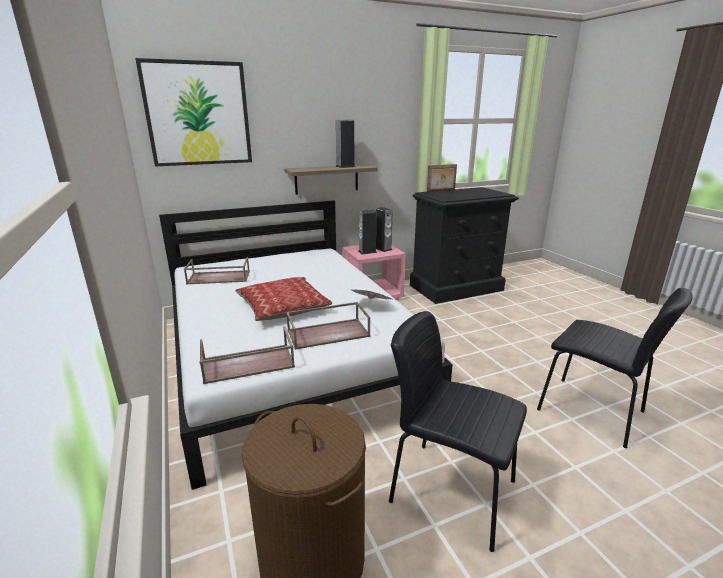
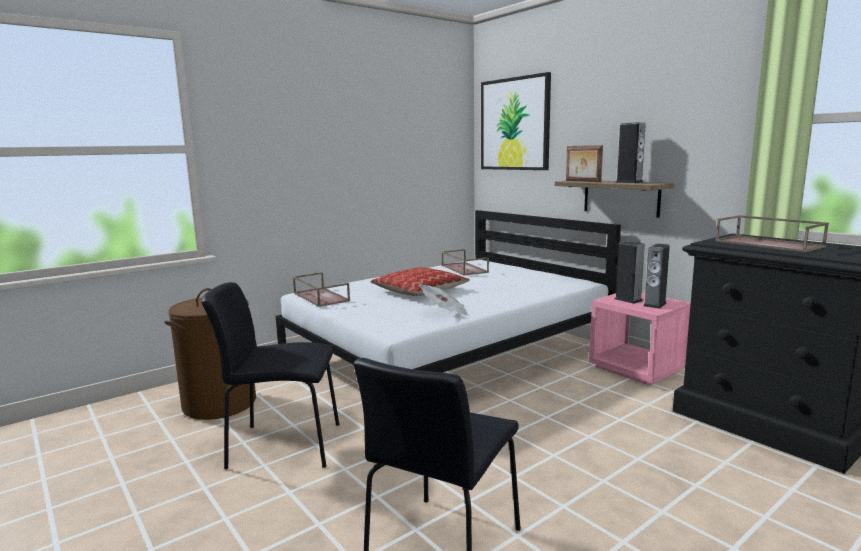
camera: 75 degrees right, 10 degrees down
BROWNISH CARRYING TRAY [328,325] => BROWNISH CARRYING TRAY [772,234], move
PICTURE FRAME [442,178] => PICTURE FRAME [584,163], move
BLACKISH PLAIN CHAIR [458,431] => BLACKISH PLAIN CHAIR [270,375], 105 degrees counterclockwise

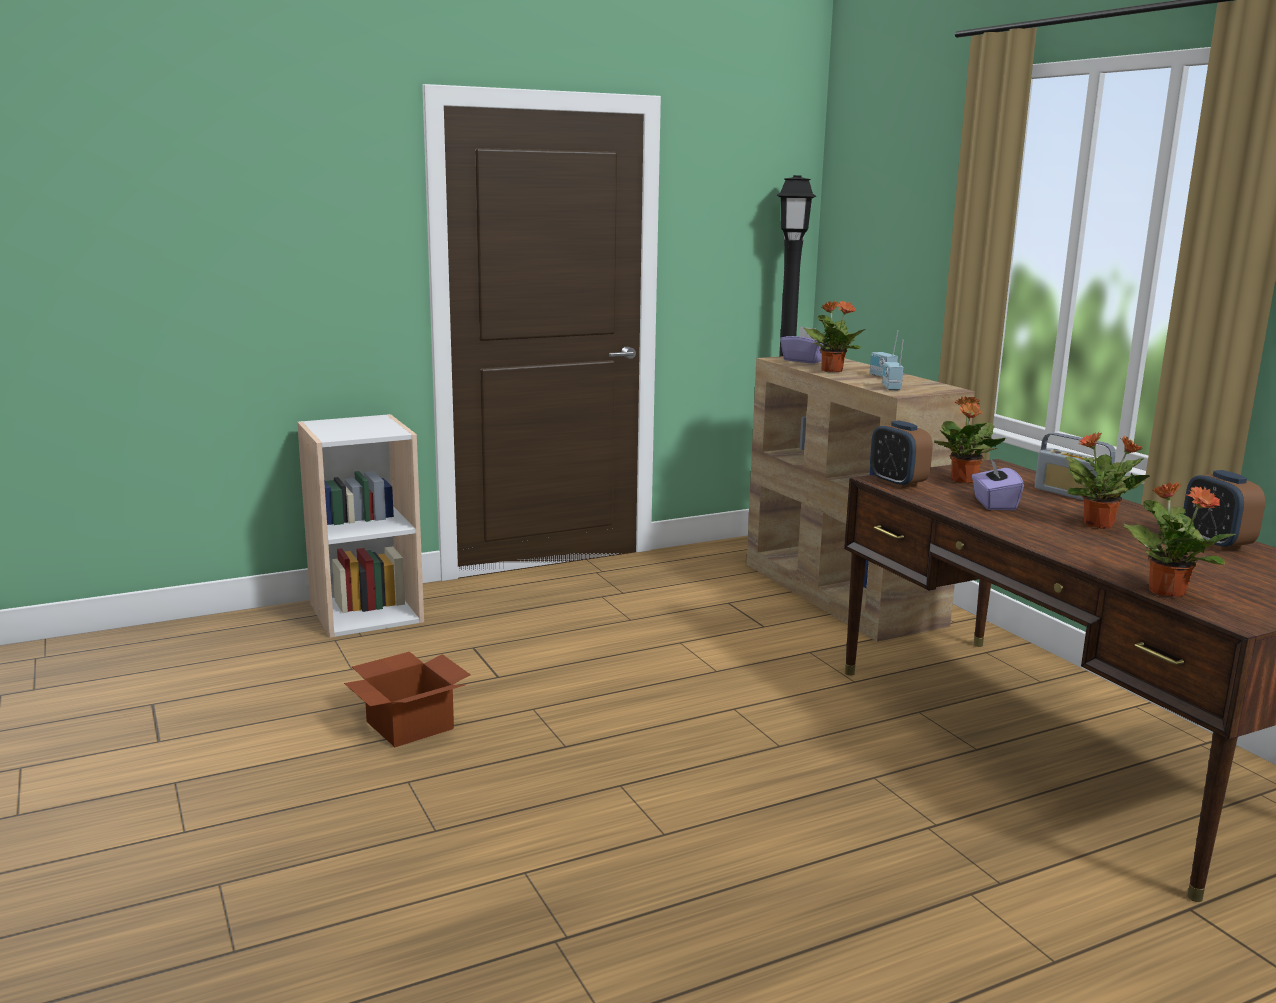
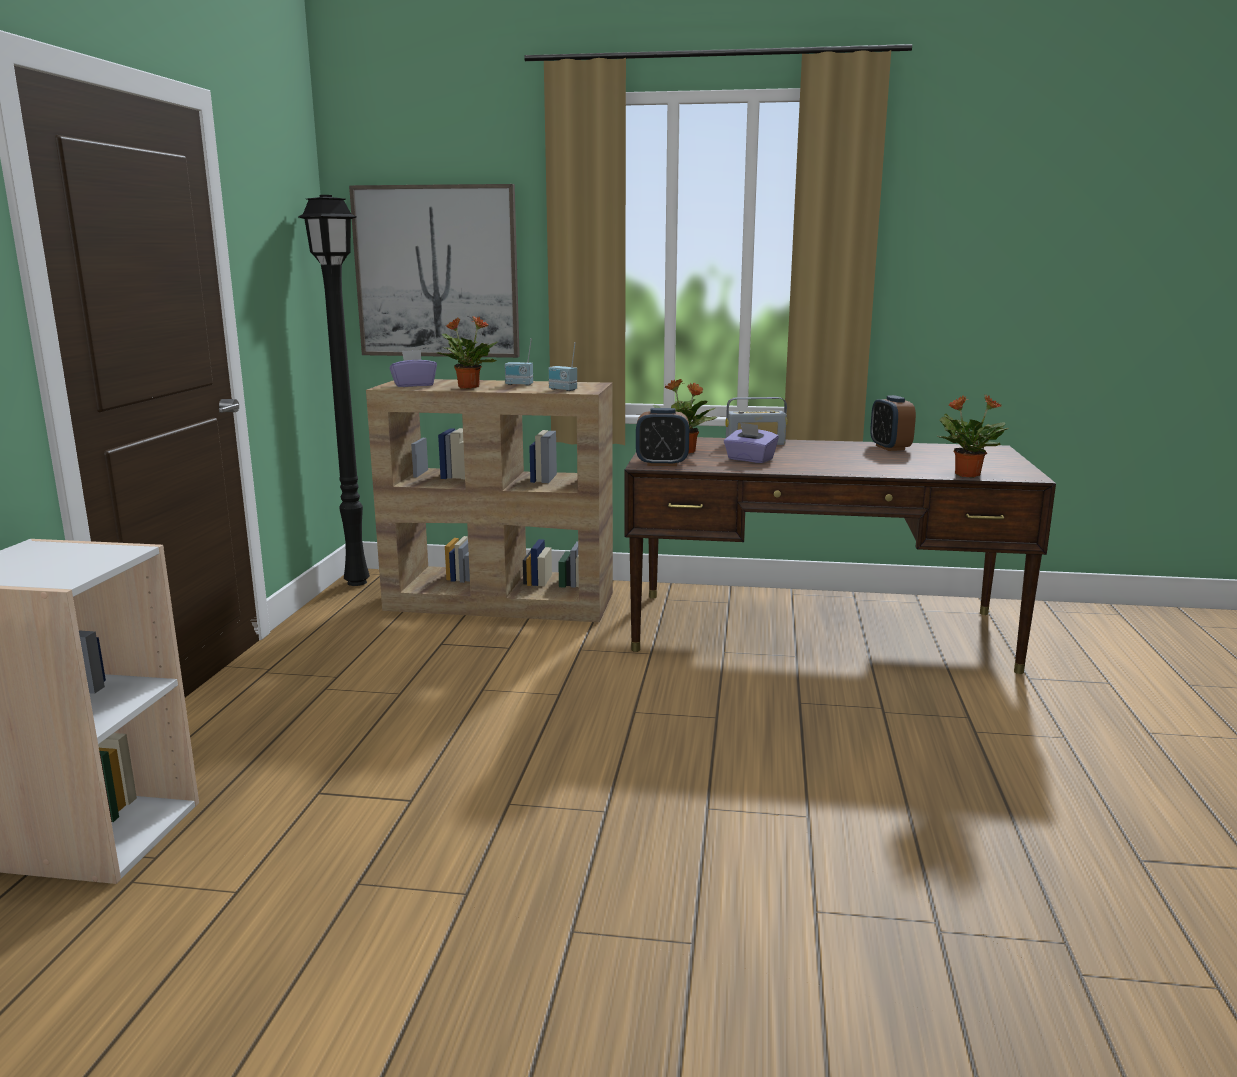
camera: 55 degrees left, 0 degrees up
PACKING BOX [407,699] => nothing
POTTED PLANT [1107,480] => nothing
nothing => WALL ART [434,271]
TABLE CLOCK [1224,510] => TABLE CLOCK [893,423], 60 degrees clockwise

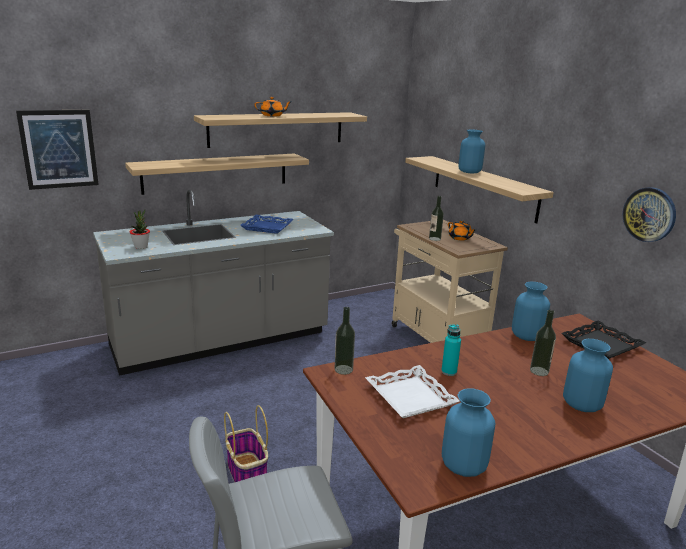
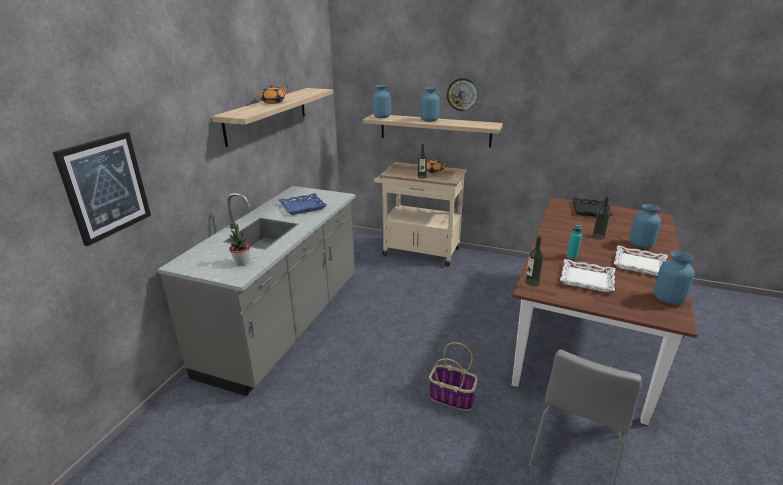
camera: 40 degrees left, 5 degrees up
BRACKET SHELF [217,174] => nothing
nothing => WHITISH CARRYING TRAY [640,260]
BLUISH VASE [531,311] => BLUISH VASE [382,101], move
HANGING CLOCK [649,214] => HANGING CLOCK [463,94], move

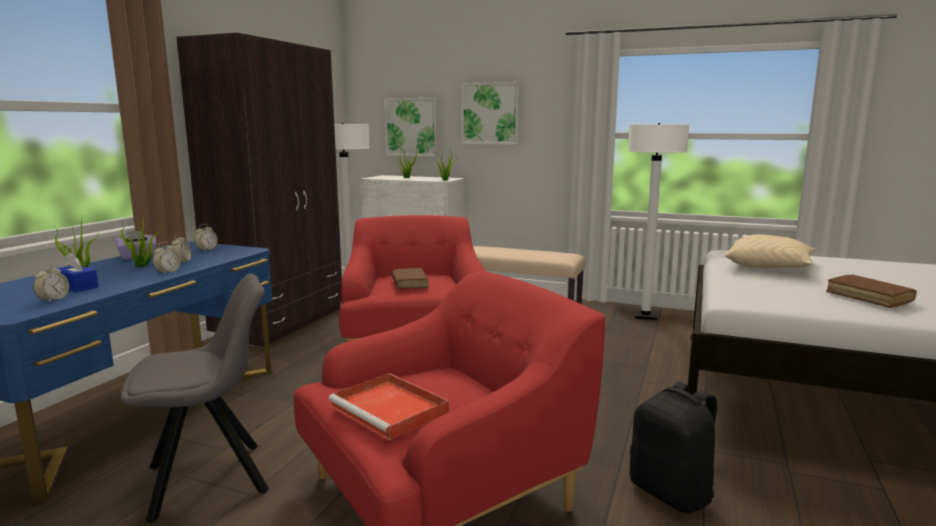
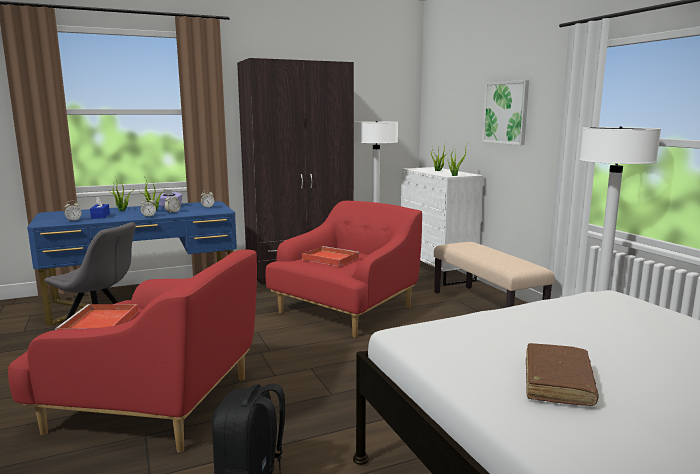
camera: 45 degrees right, 0 degrees up
WALL ART [411,127] => nothing
BEIGE THROW PILLOW [770,251] => nothing
BROWNISH BOOK [410,278] => RED-COLOURED CARRYING TRAY [331,256]

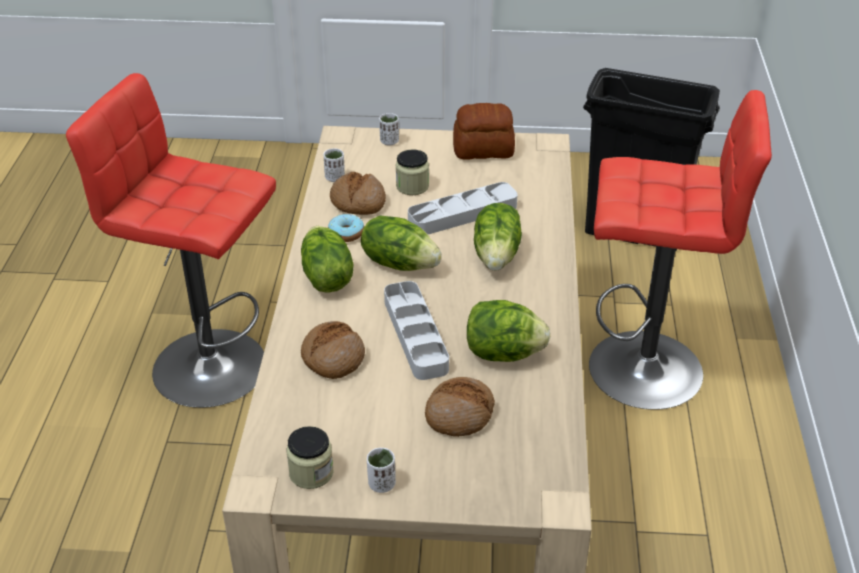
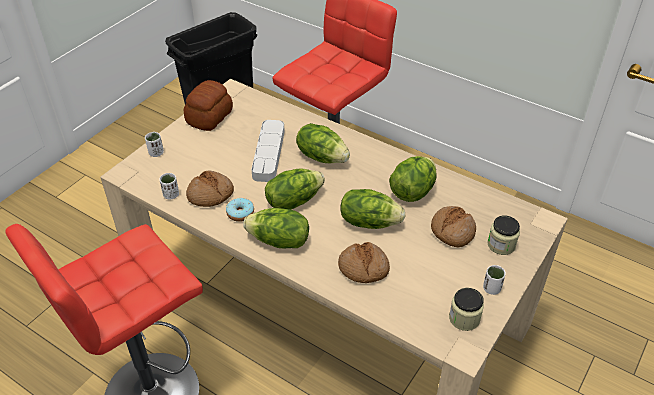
camera: 60 degrees left, 5 degrees up
JAR [412,172] => JAR [503,235], move
GREYISH CARRYING TRAY [416,330] => LETTUCE [372,209]

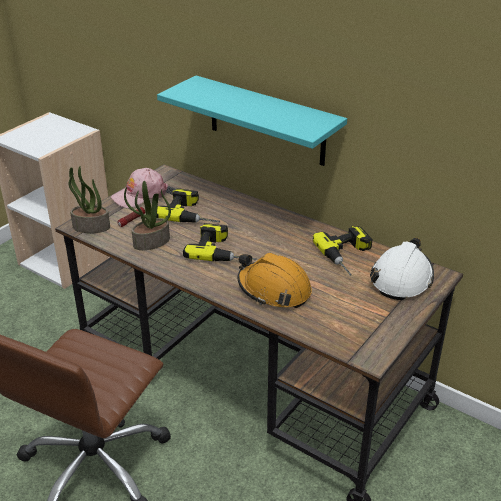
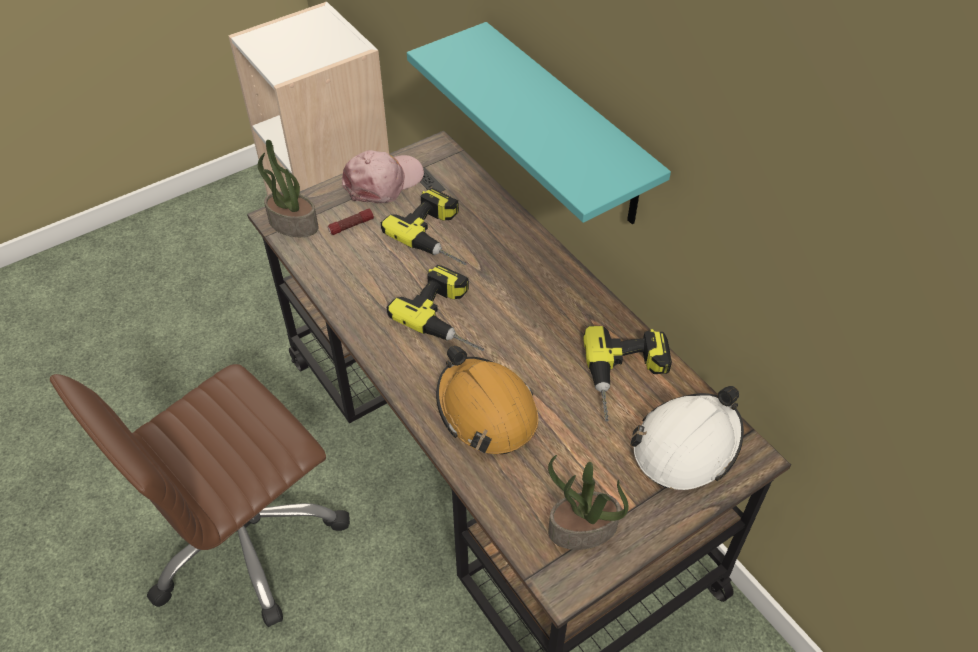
camera: 20 degrees right, 15 degrees up
POTTED PLANT [147,215] => POTTED PLANT [588,502], move
PINKISH BASEBALL CAP [139,188] => PINKISH BASEBALL CAP [383,176], 150 degrees clockwise

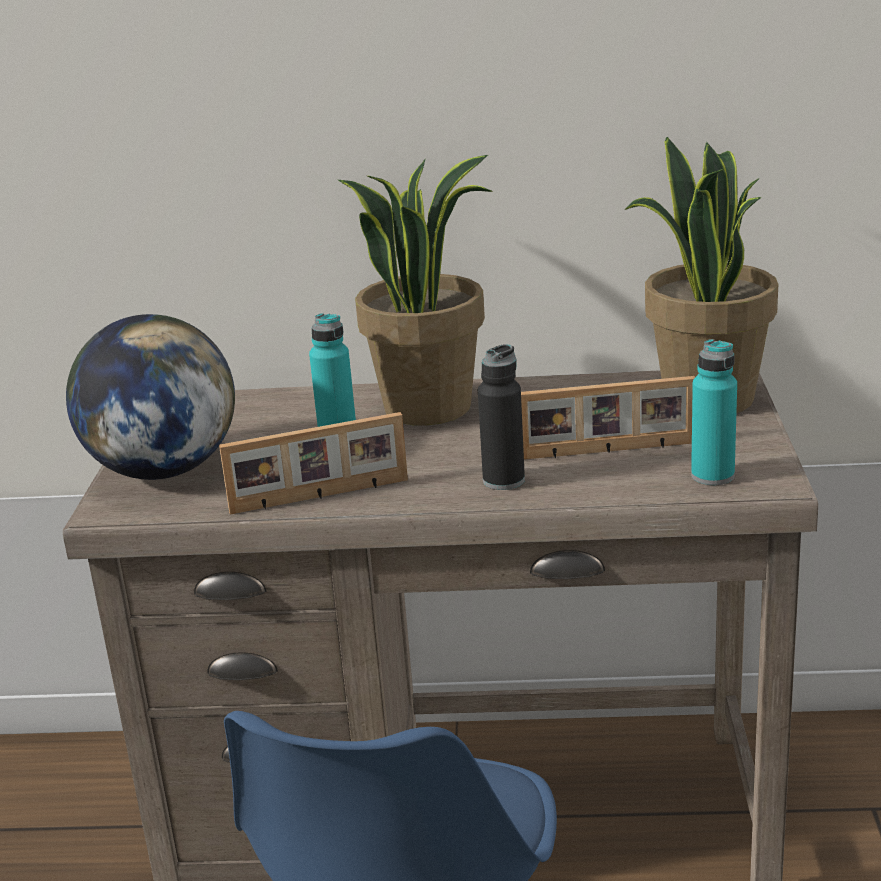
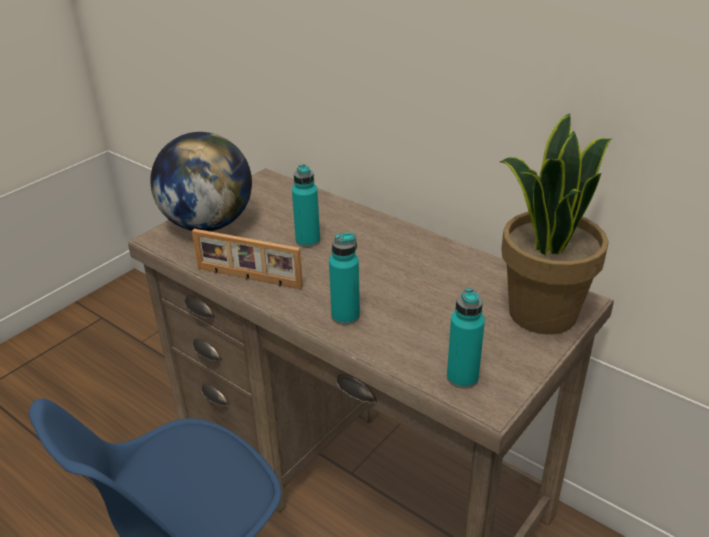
camera: 35 degrees right, 10 degrees up
POTTED PLANT [415,290] => nothing
PICTURE FRAME [608,418] => nothing
BLACKISH BOTTLE [501,417] => BLUE-GREEN BOTTLE [344,279]

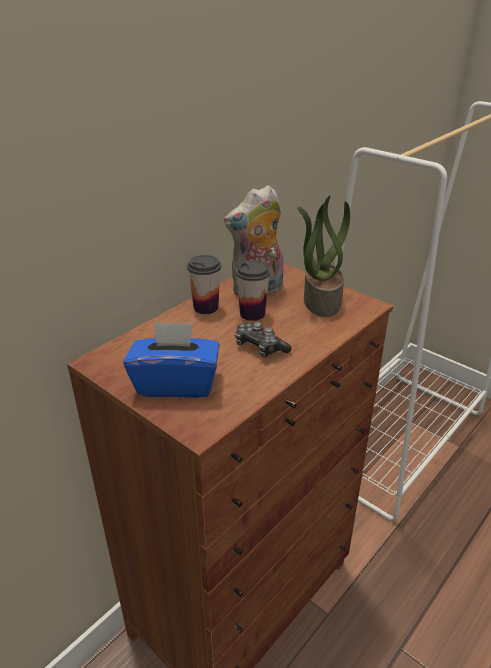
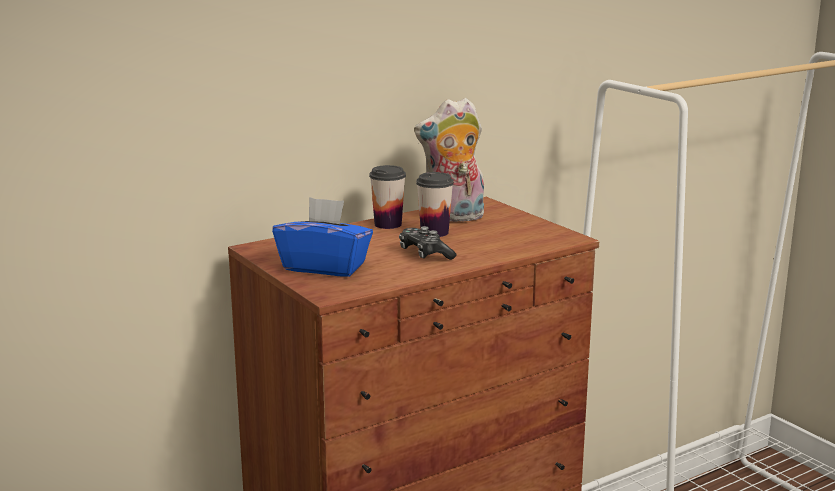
camera: 15 degrees right, 15 degrees down
POTTED PLANT [323,256] => nothing

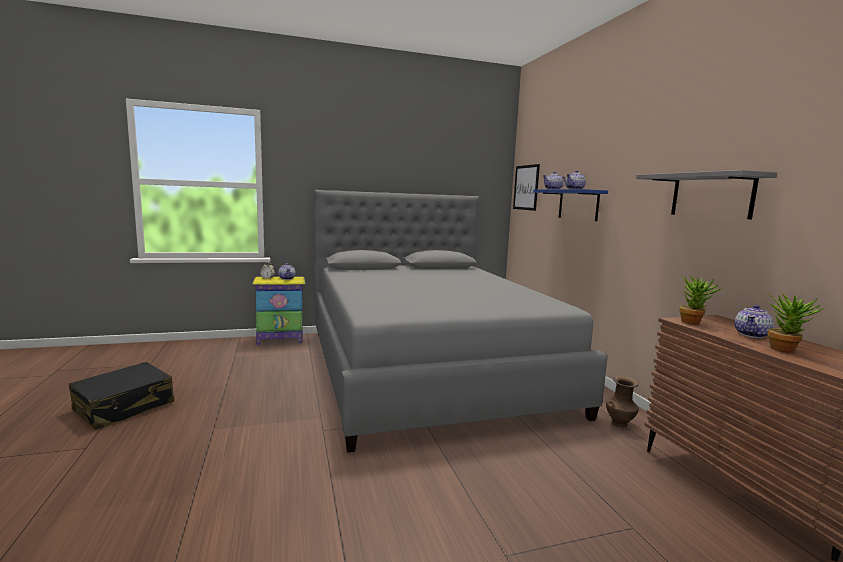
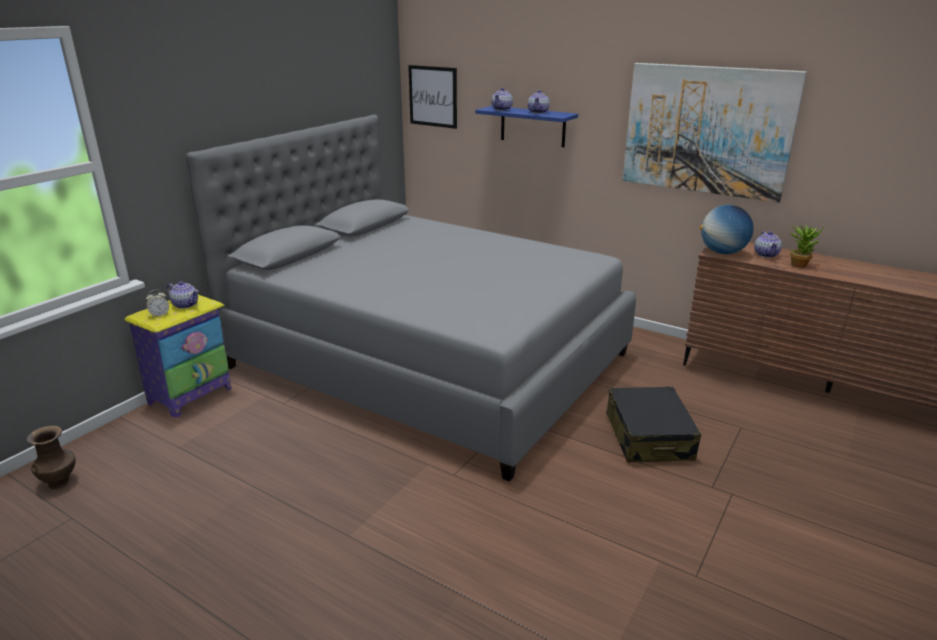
camera: 40 degrees left, 15 degrees up
BLACKISH PIECE OF LUGGAGE [121,396] => BLACKISH PIECE OF LUGGAGE [653,425], move
BROWNISH VASE [622,401] => BROWNISH VASE [51,457], move
GREYISH BRACKET SHELF [706,194] => WALL ART [715,133]
POTTED PLANT [700,300] => DESK GLOBE [727,229]

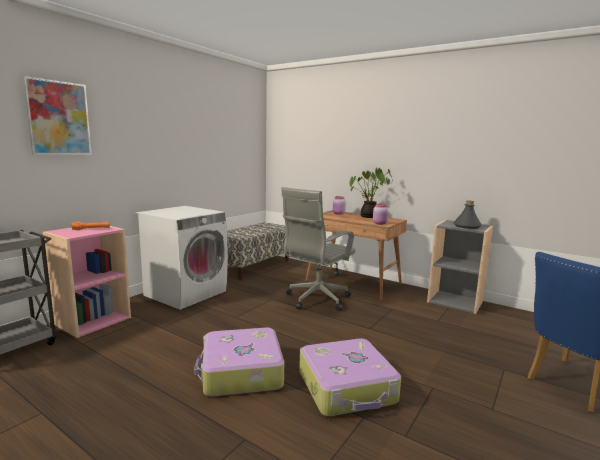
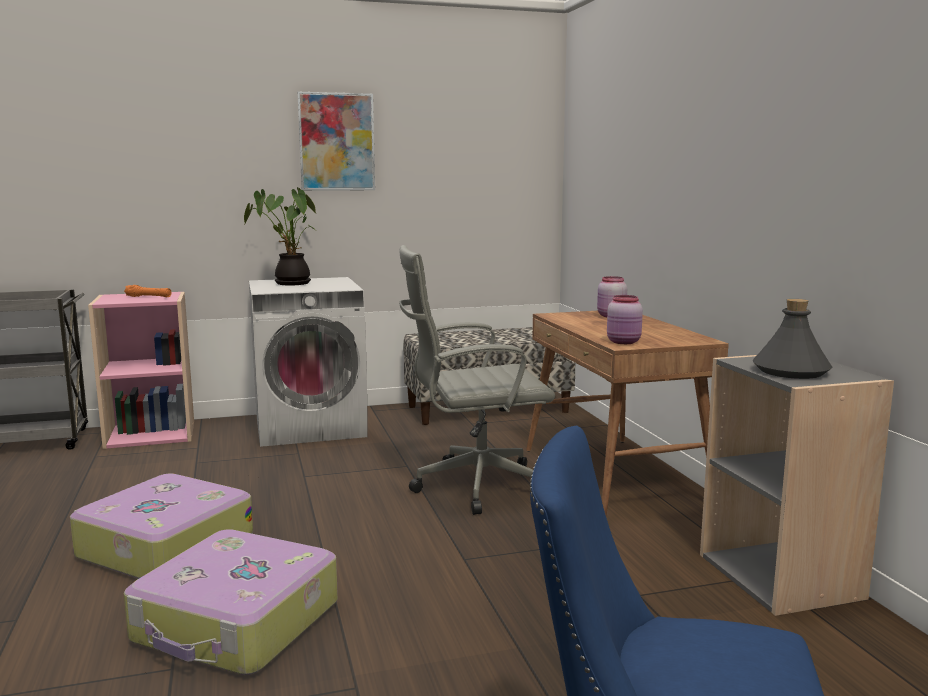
camera: 40 degrees right, 0 degrees up
WALL ART [57,115] => WALL ART [336,141], move
POTTED PLANT [371,192] => POTTED PLANT [280,236], move

